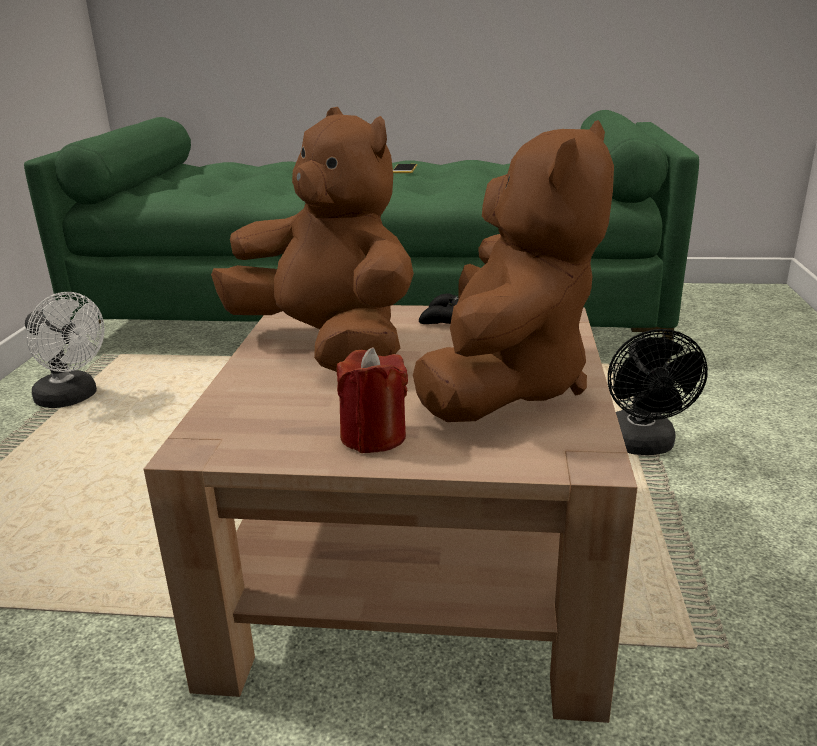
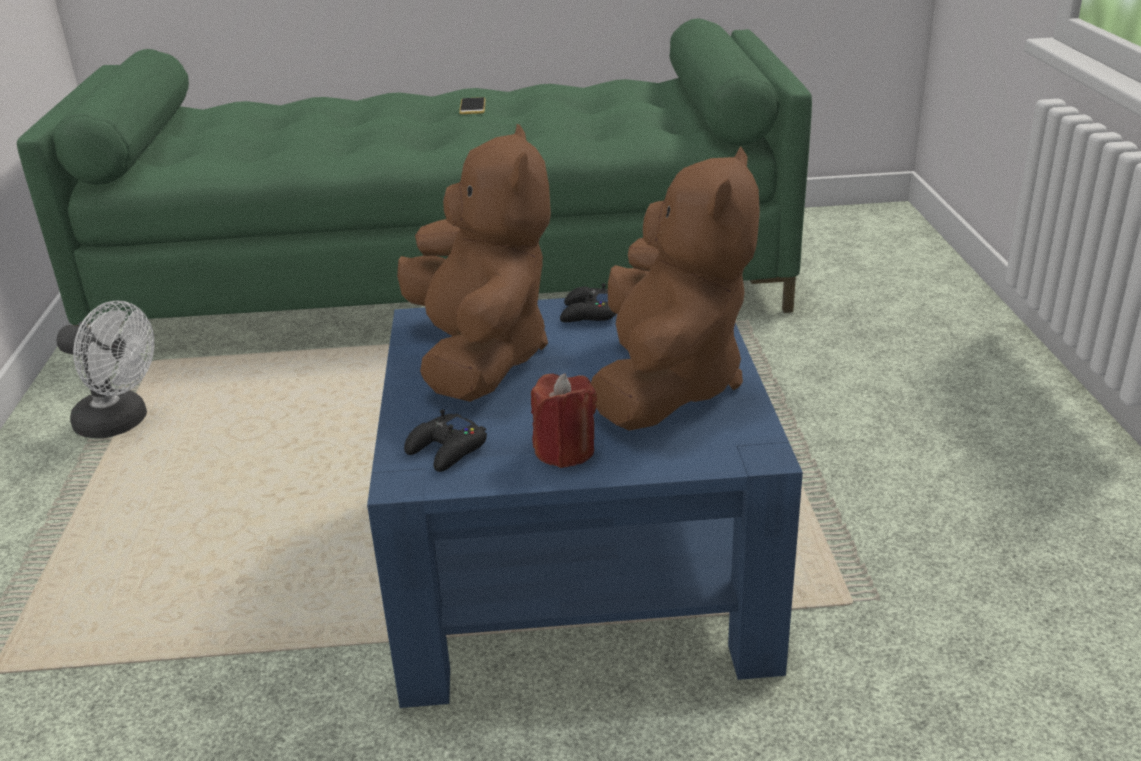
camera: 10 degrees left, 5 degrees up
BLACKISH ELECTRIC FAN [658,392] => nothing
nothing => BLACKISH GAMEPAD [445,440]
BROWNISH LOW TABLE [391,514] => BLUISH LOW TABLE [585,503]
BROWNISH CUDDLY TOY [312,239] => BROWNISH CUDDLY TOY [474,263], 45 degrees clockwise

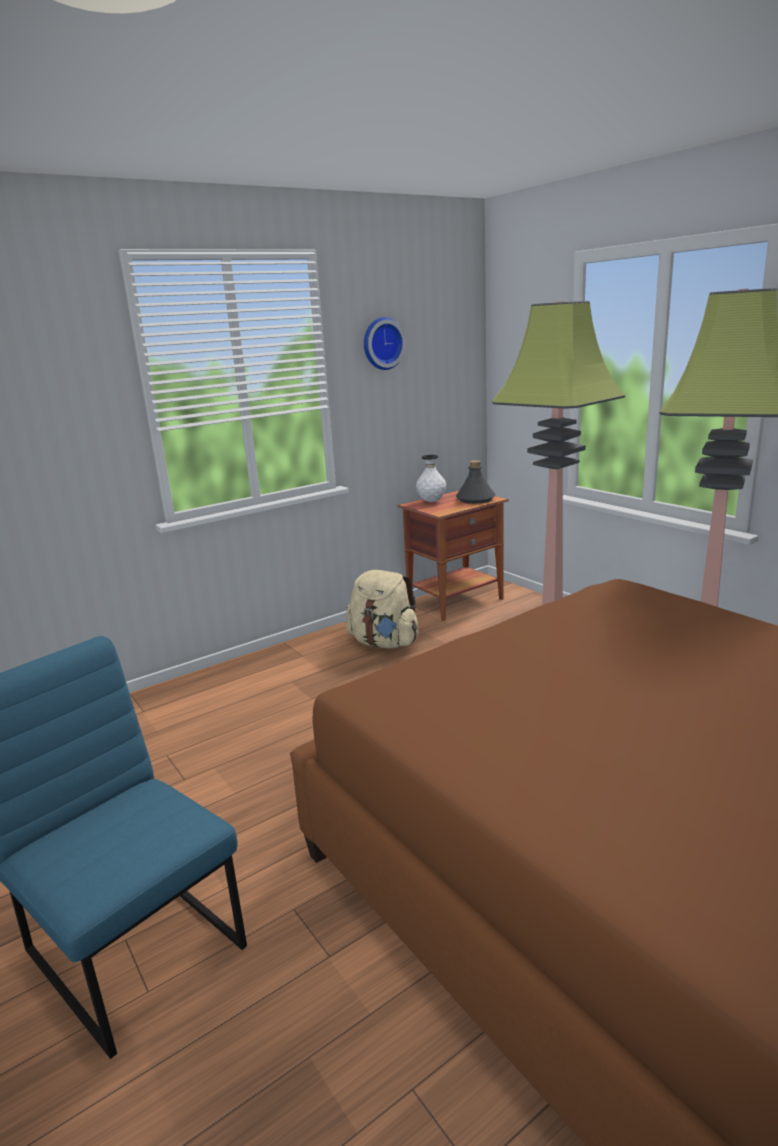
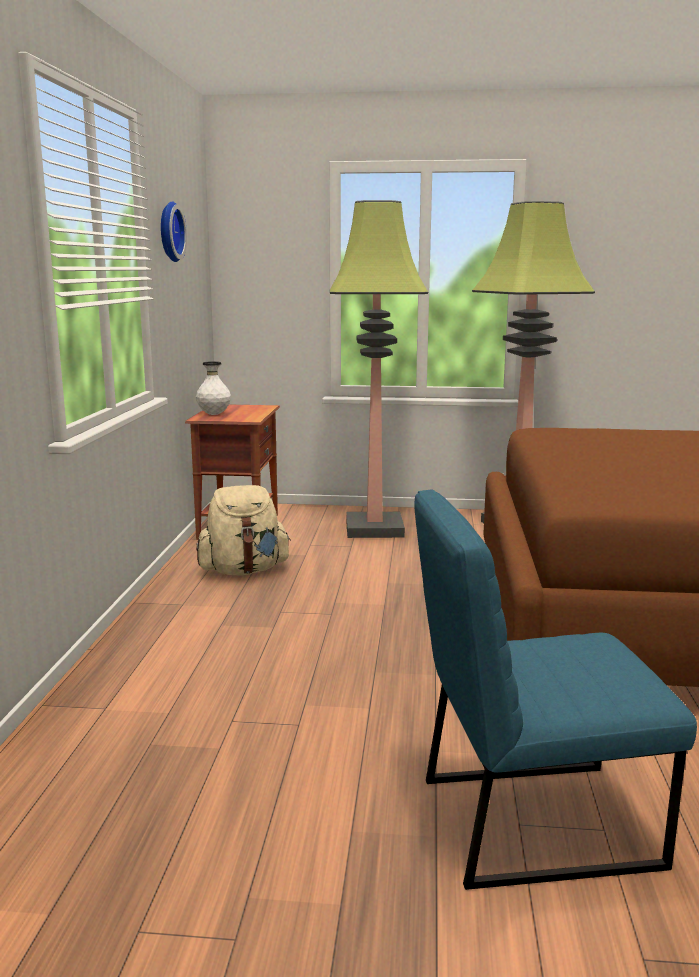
camera: 50 degrees left, 5 degrees down
GREYISH BOTTLE [476,482] => nothing

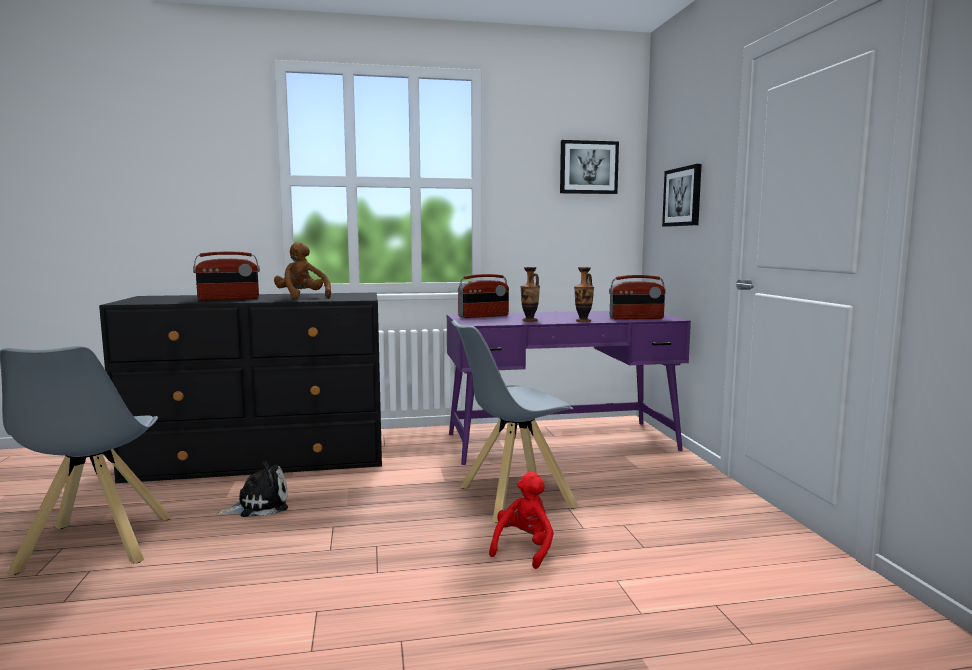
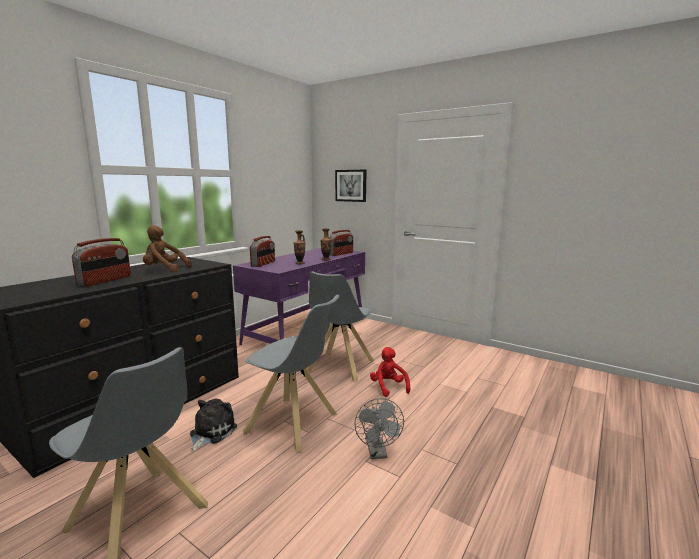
camera: 45 degrees left, 5 degrees up
WALL ART [589,167] => nothing
nothing => GREYISH PLAIN CHAIR [291,374]
nothing => GREYISH ELECTRIC FAN [379,428]

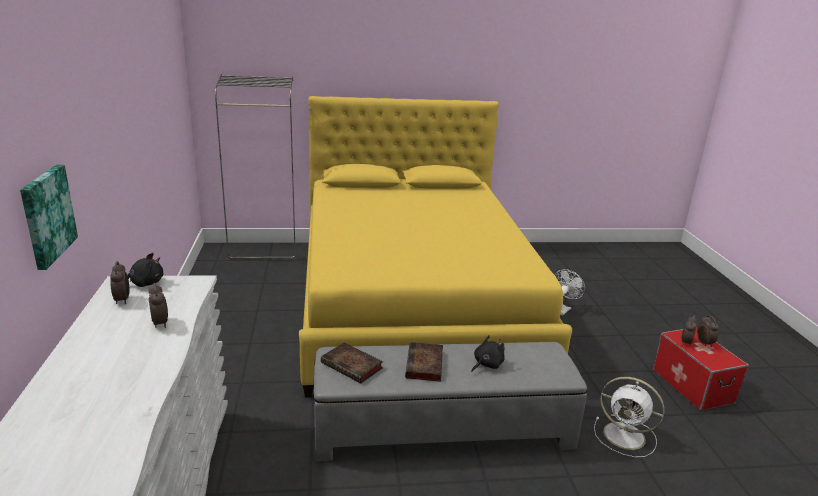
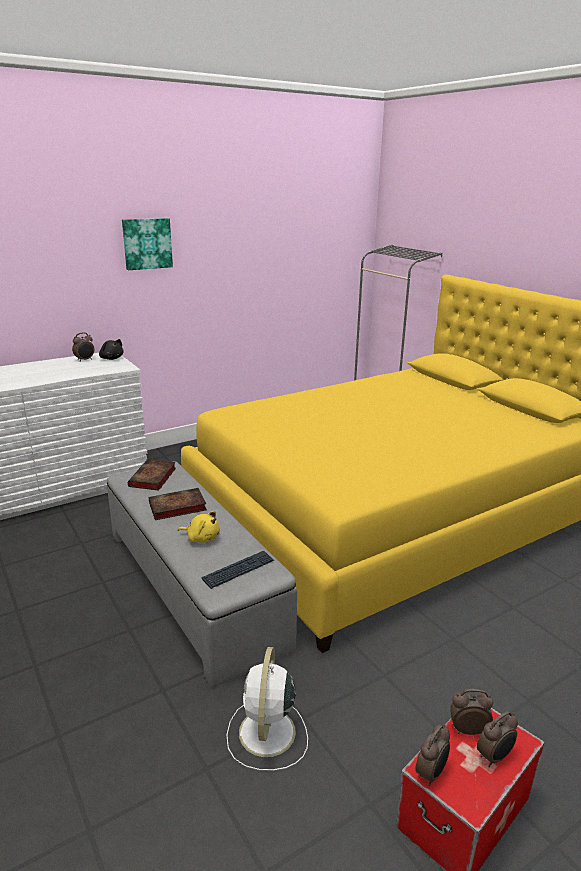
camera: 65 degrees right, 0 degrees up
WHITISH ELECTRIC FAN [570,292] => nothing
nothing => KEYBOARD [238,570]
WALL ART [49,217] => WALL ART [147,244], move
TABLE CLOCK [158,305] => TABLE CLOCK [432,755], move
BLACKISH CUDDLY TOY [488,353] => YELLOW CUDDLY TOY [199,527]

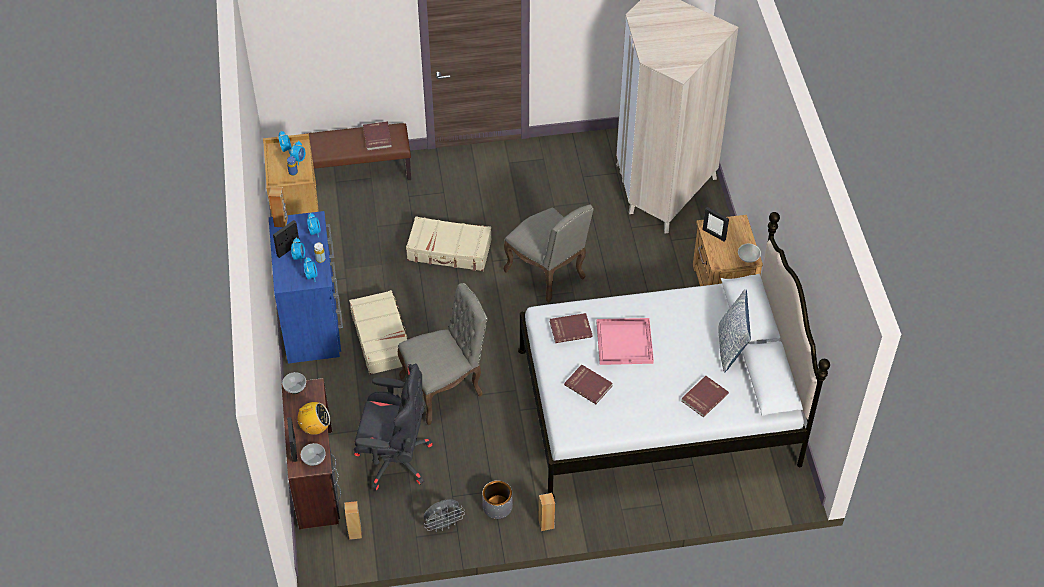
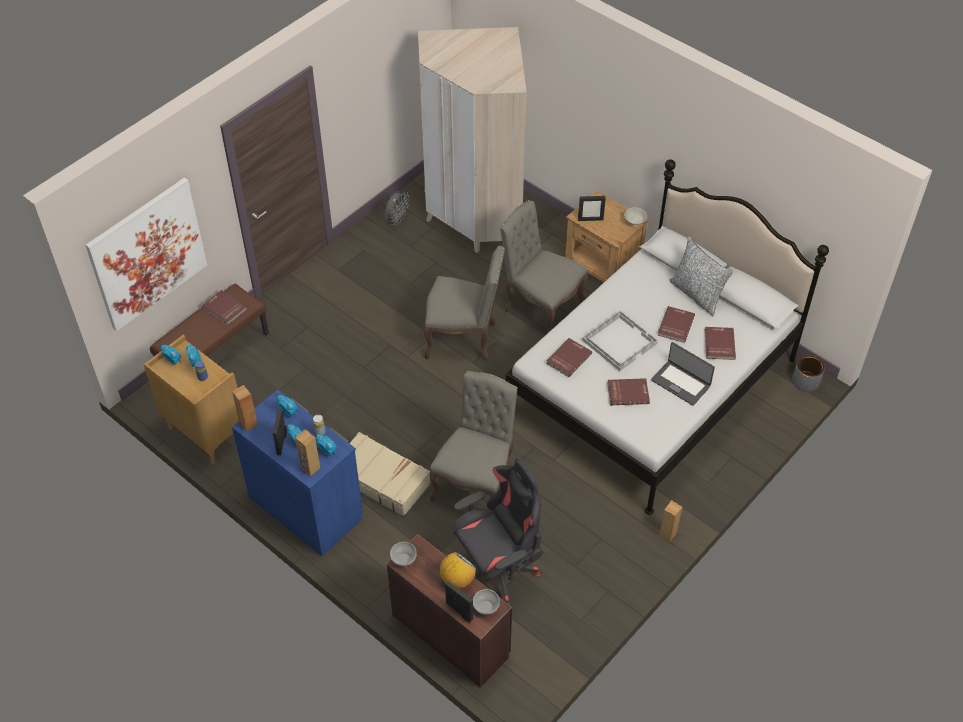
camera: 40 degrees left, 0 degrees up
BEIGE PIECE OF LUGGAGE [449,243] => nothing
nothing => WALL ART [147,254]
nothing => GREYISH PLAIN CHAIR [544,266]
nothing => PORTABLE COMPUTER [683,373]
nothing => RED-COLOURED BOOK [676,324]
BROWNISH LOUDSPEAKER [353,520] => BROWNISH LOUDSPEAKER [307,452], move
GREYISH ELECTRIC FAN [444,515] => GREYISH ELECTRIC FAN [397,208], move
GREYISH PLANT POT [497,499] => GREYISH PLANT POT [808,373], move
PINKISH CARRYING TRAY [625,341] => WHITISH CARRYING TRAY [620,340]

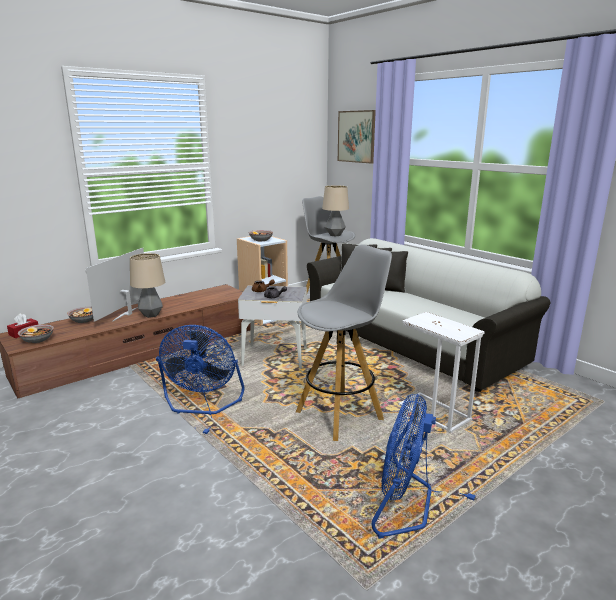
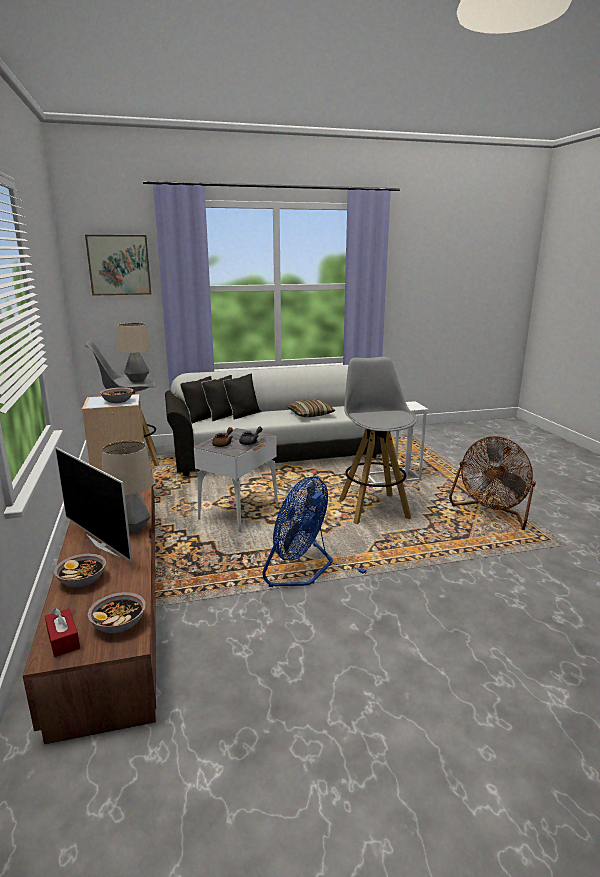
camera: 65 degrees left, 0 degrees up
nothing => THROW PILLOW [310,408]
BLUISH ELECTRIC FAN [424,466] => BROWNISH ELECTRIC FAN [492,483]

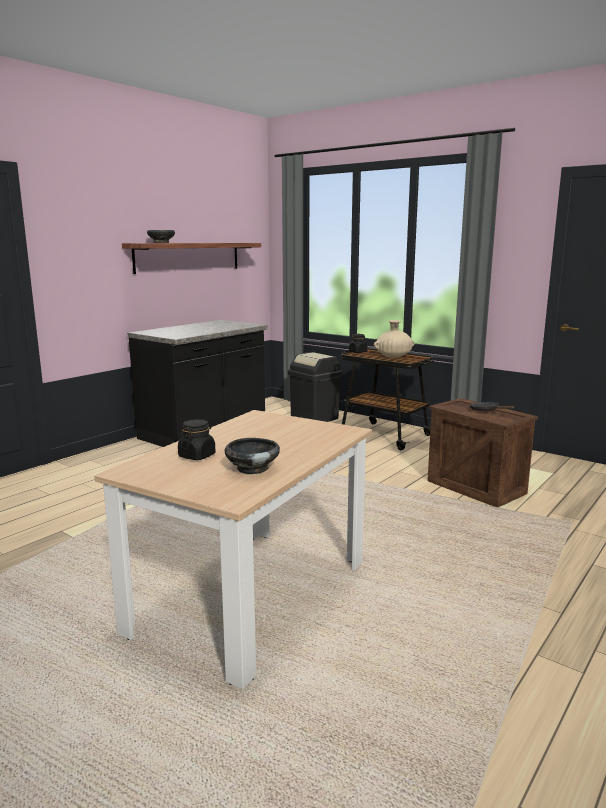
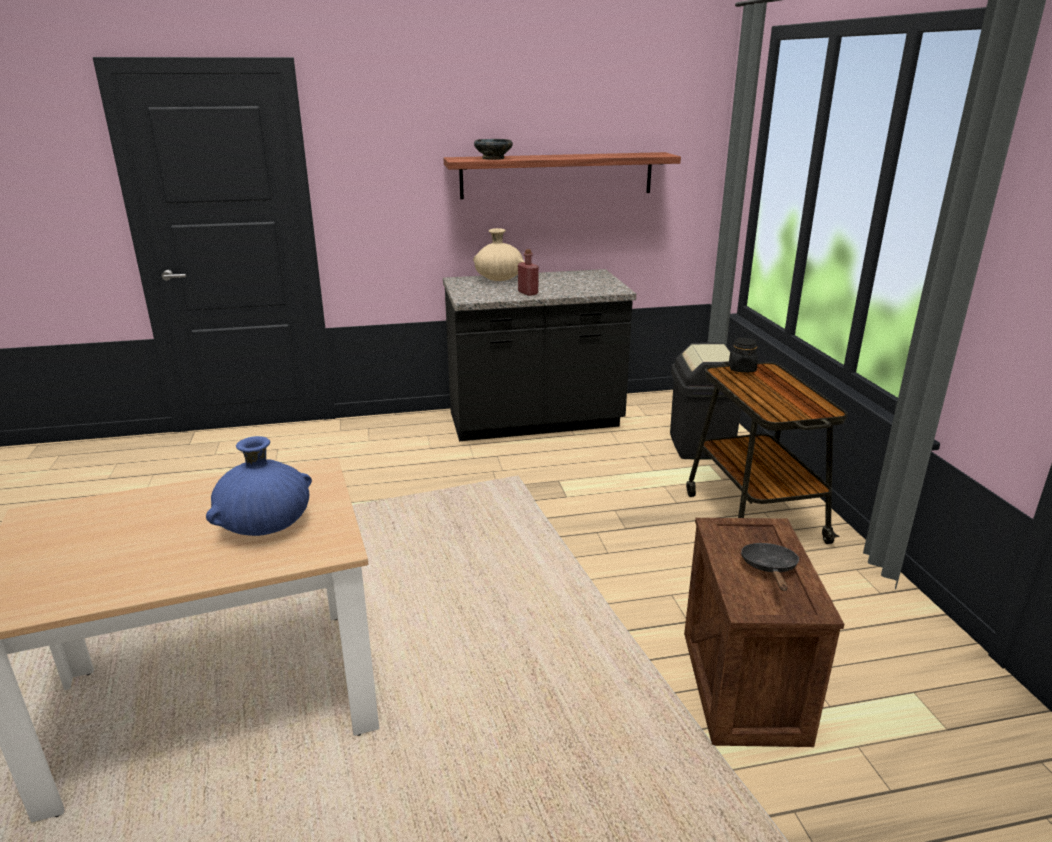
camera: 40 degrees right, 10 degrees up
BLACKISH JAR [196,439] => nothing
BLACKISH DEEP DISH [252,456] => nothing
nothing => BLUISH VASE [259,486]
nothing => RED-COLOURED BOTTLE [528,272]
BEIGE VASE [394,339] => BEIGE VASE [499,254], move

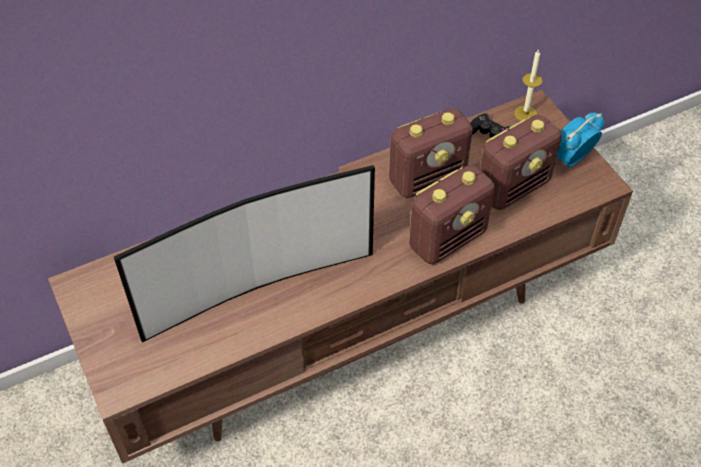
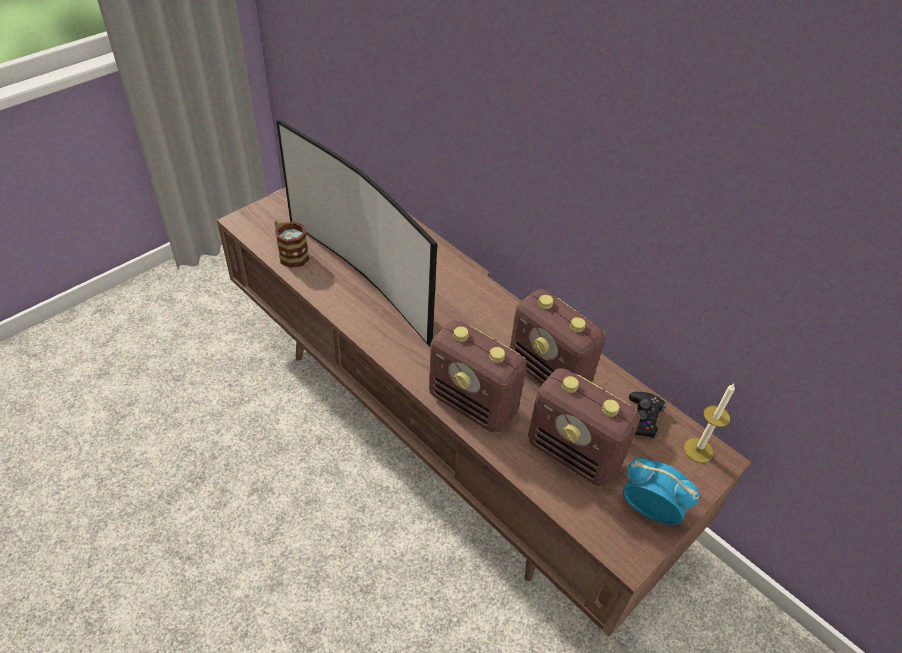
camera: 70 degrees right, 5 degrees down
nothing => MUG [292,243]

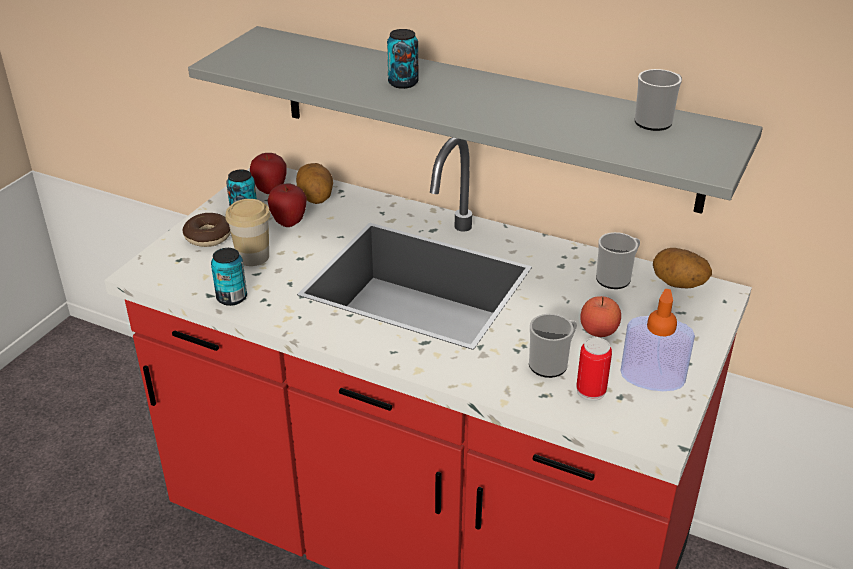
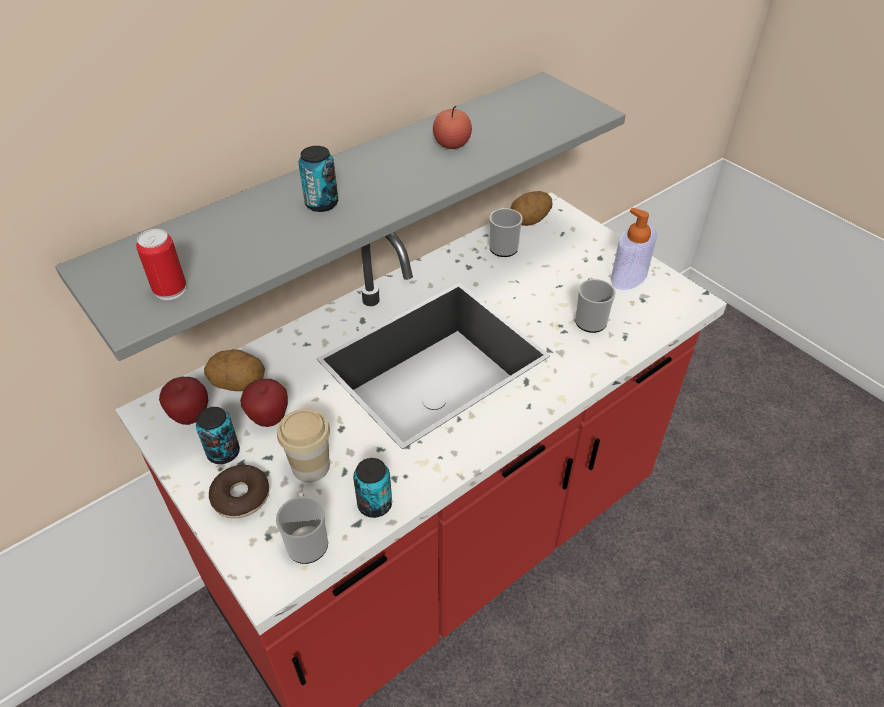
camera: 65 degrees left, 10 degrees up
METAL CAN [594,369] => METAL CAN [161,264], move
APPLE FRUIT [600,316] => APPLE FRUIT [452,127], move
MUG [658,100] => MUG [302,528], move

